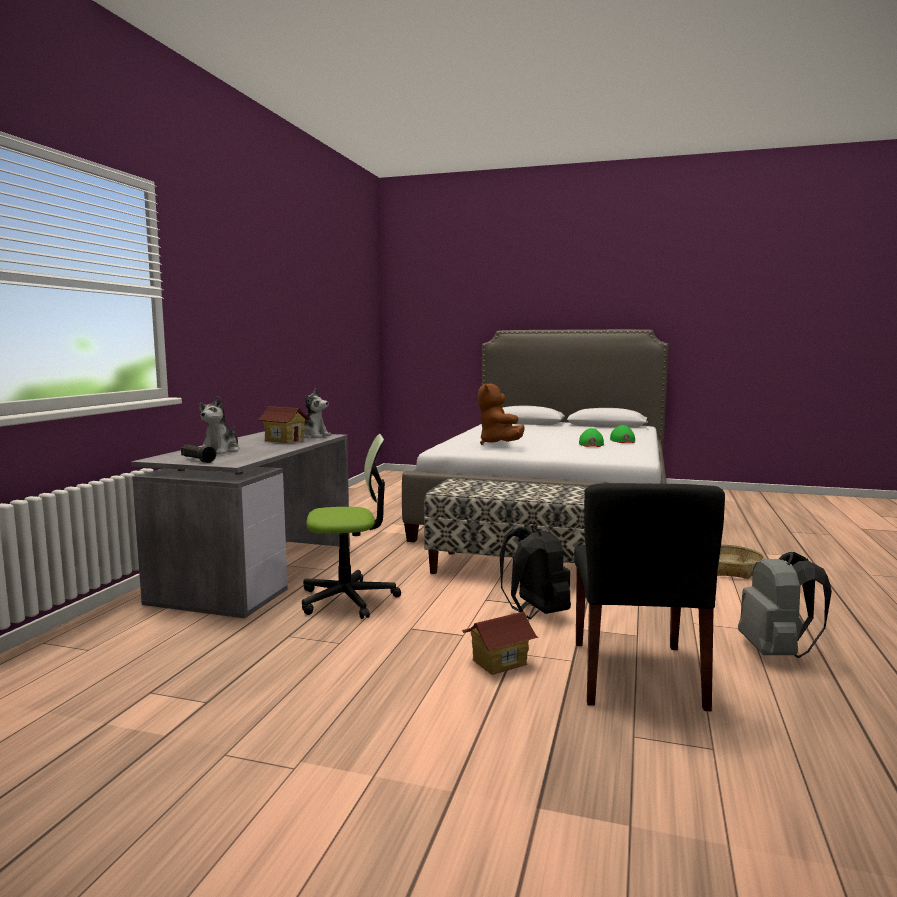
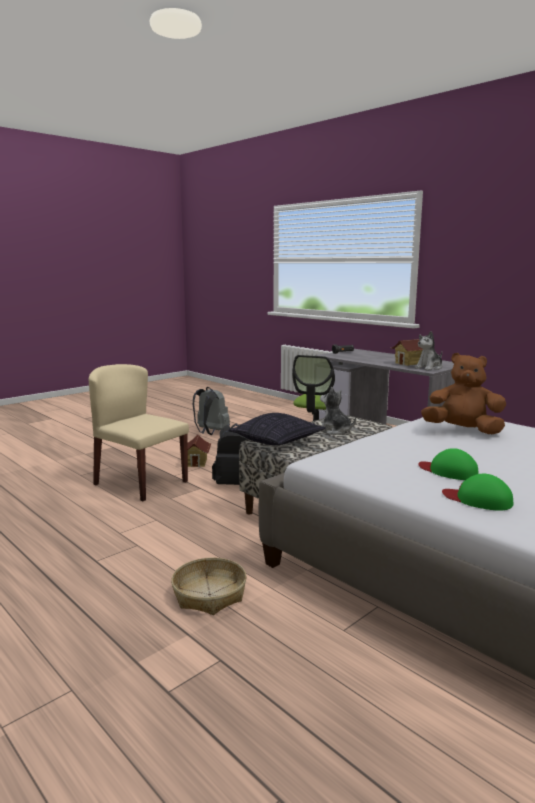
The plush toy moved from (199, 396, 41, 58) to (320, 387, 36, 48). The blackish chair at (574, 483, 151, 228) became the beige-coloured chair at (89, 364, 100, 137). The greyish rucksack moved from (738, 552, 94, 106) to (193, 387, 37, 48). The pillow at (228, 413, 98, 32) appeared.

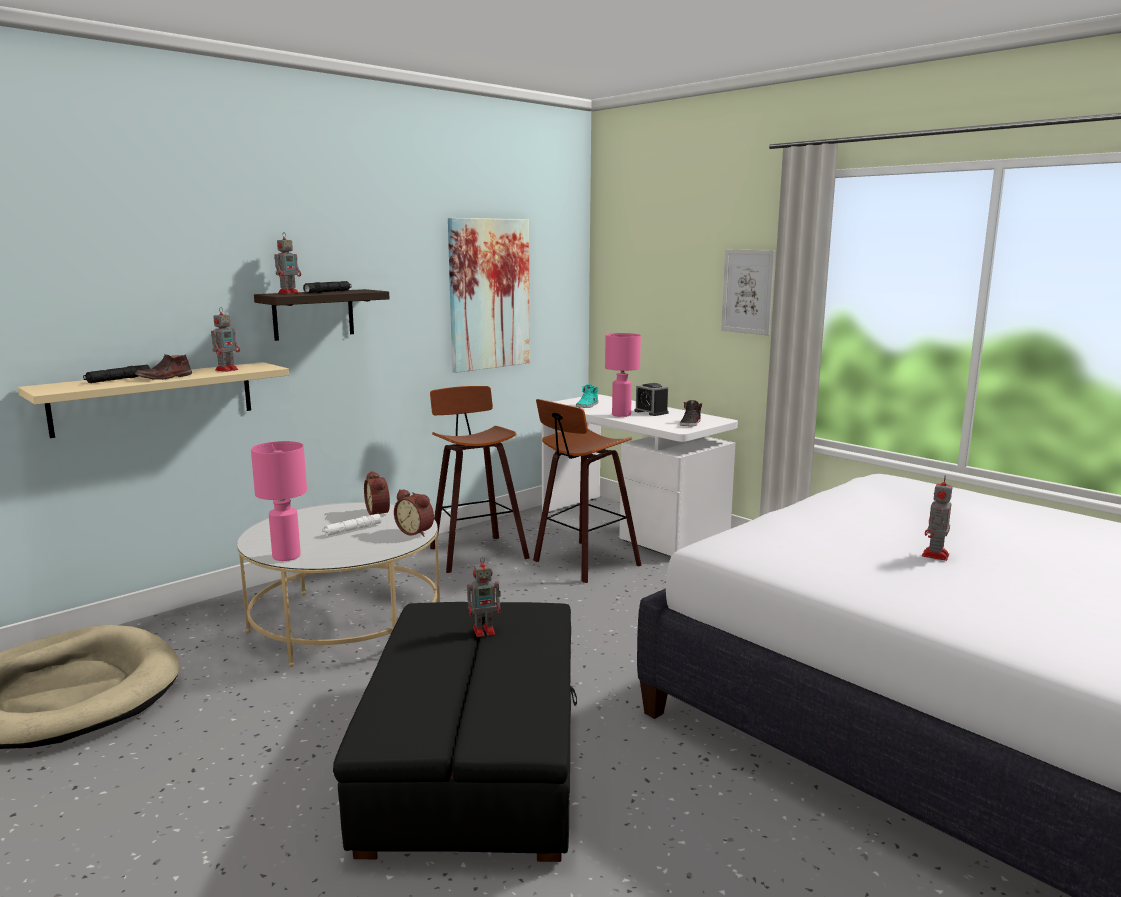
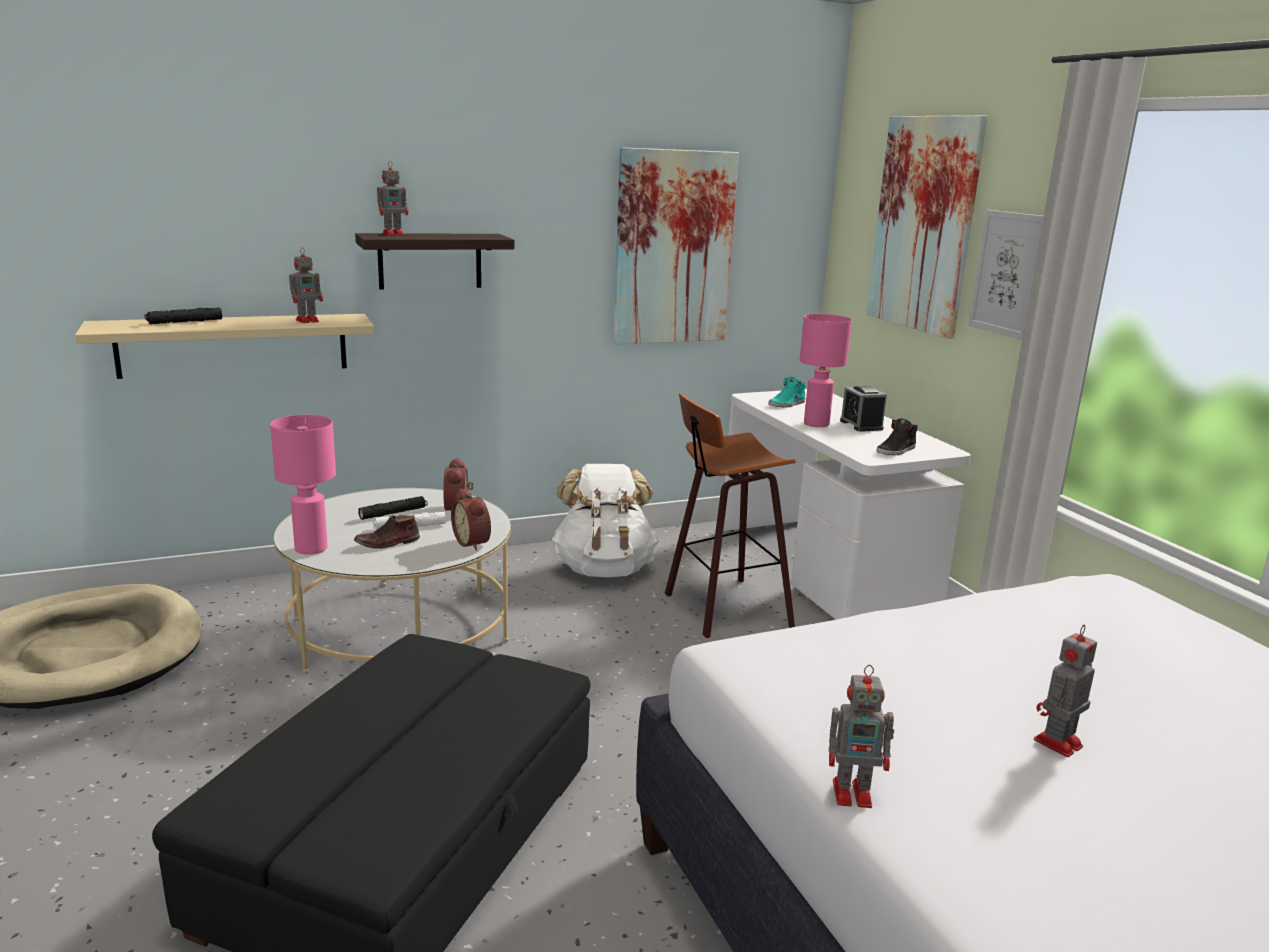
The blackish hand torch moved from (303, 281, 48, 12) to (358, 496, 70, 24). The brownish shoe moved from (135, 354, 57, 26) to (354, 515, 66, 34). The stool seat at (430, 386, 100, 187) was replaced by the white rucksack at (551, 464, 108, 113). The model robot moved from (467, 557, 34, 80) to (829, 665, 65, 143). The picture at (866, 115, 122, 224) appeared.

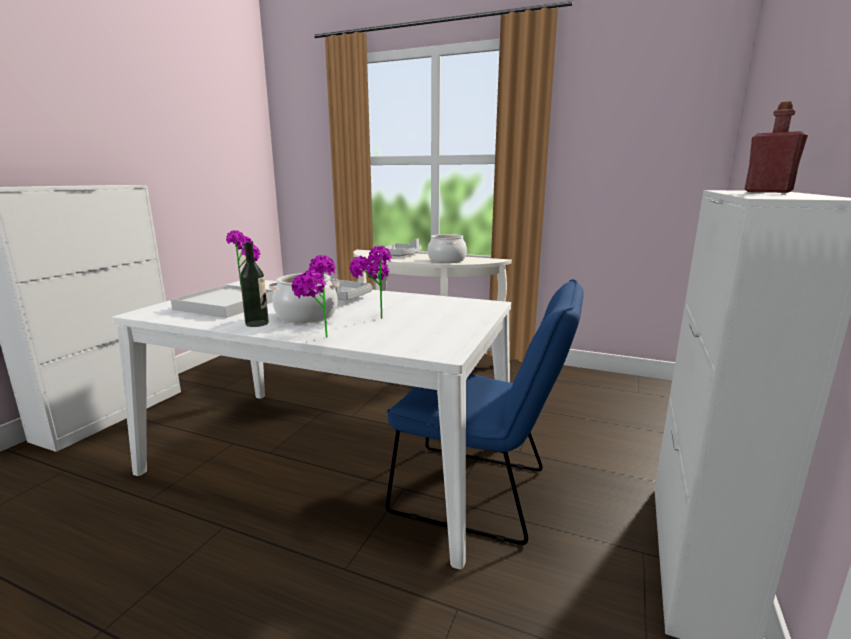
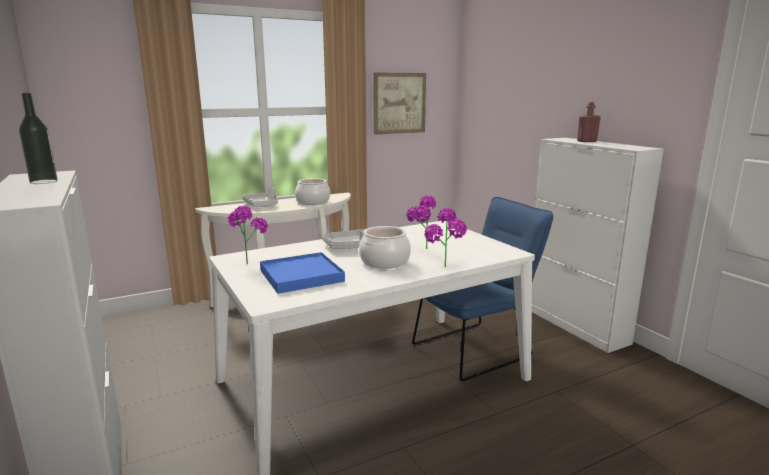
The beverage bottle moved from (240, 242, 29, 85) to (19, 93, 38, 91). The white tray at (171, 285, 103, 33) became the blue-coloured tray at (260, 252, 85, 42). The picture at (373, 72, 53, 62) appeared.

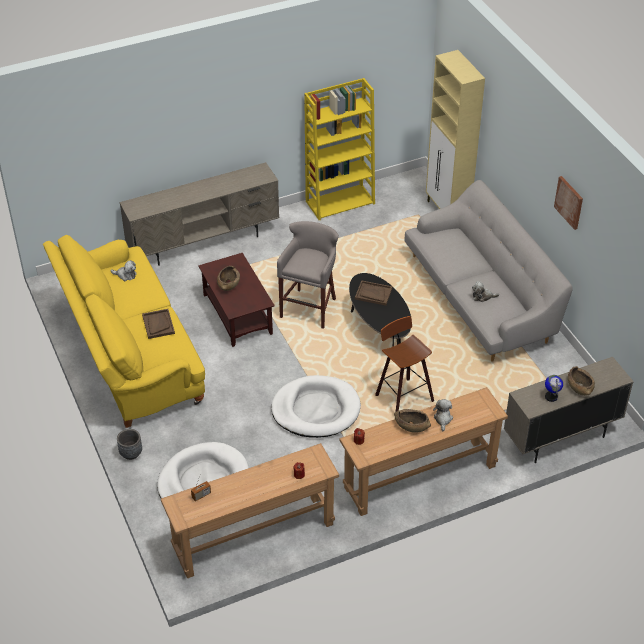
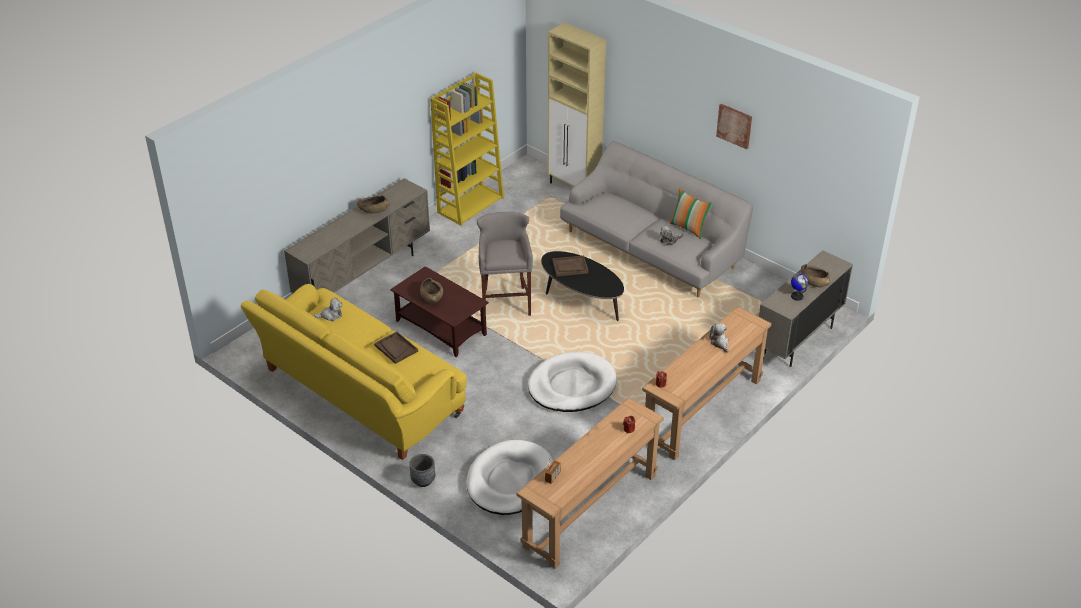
The stool seat at (375, 316, 59, 96) disappeared. The brownish serving bowl moved from (394, 409, 37, 24) to (356, 195, 34, 19). The pillow at (669, 188, 43, 51) appeared.

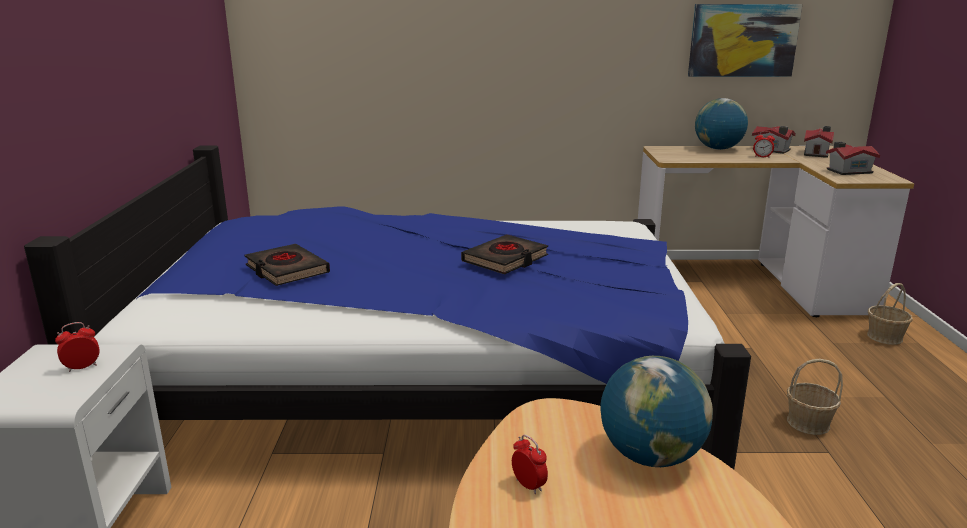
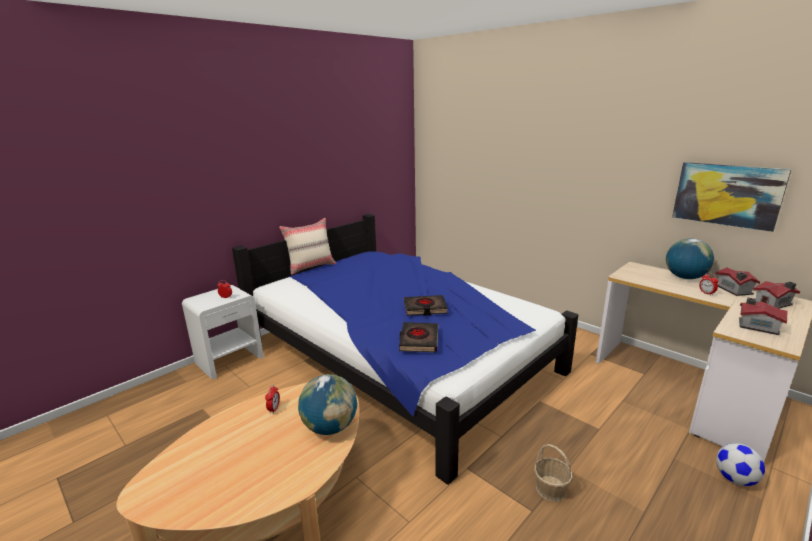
The blackish bound book moved from (245, 244, 85, 42) to (399, 322, 39, 30). The basket at (867, 283, 46, 62) was replaced by the football ball at (716, 443, 49, 43). The beige-coloured pillow at (279, 218, 57, 57) appeared.

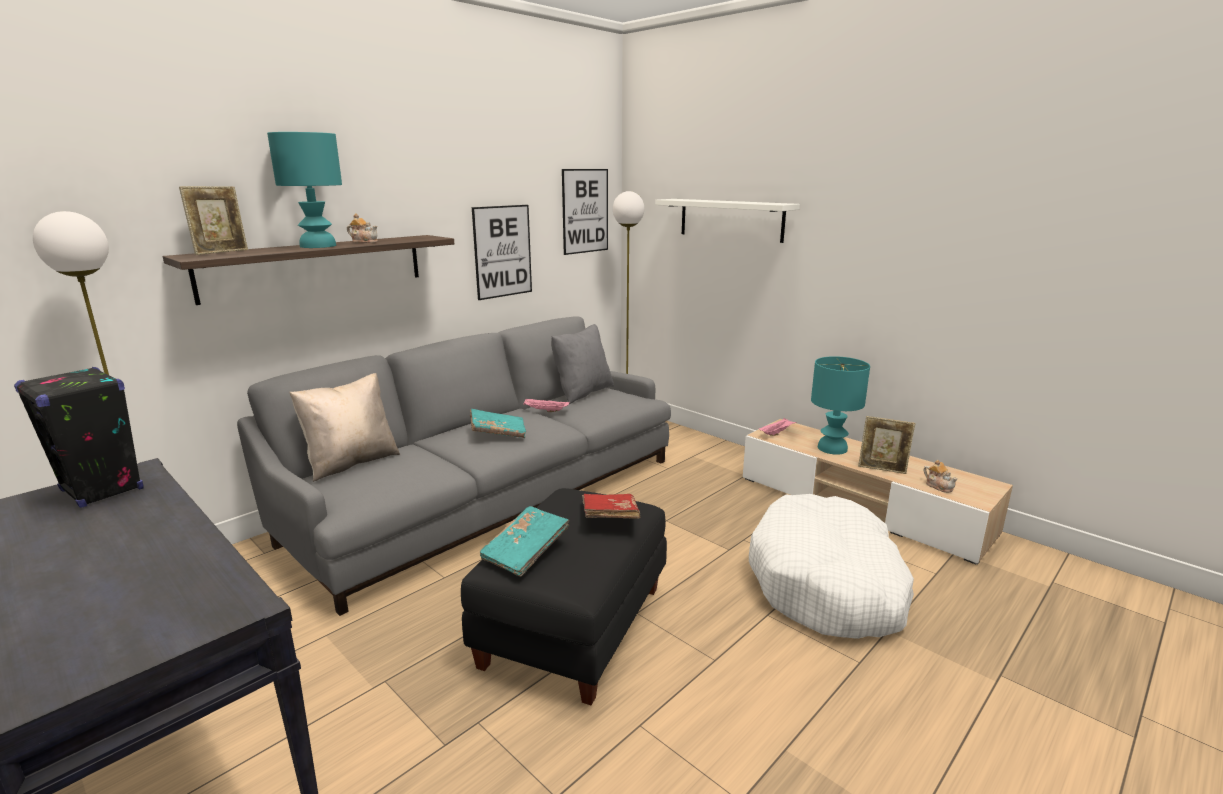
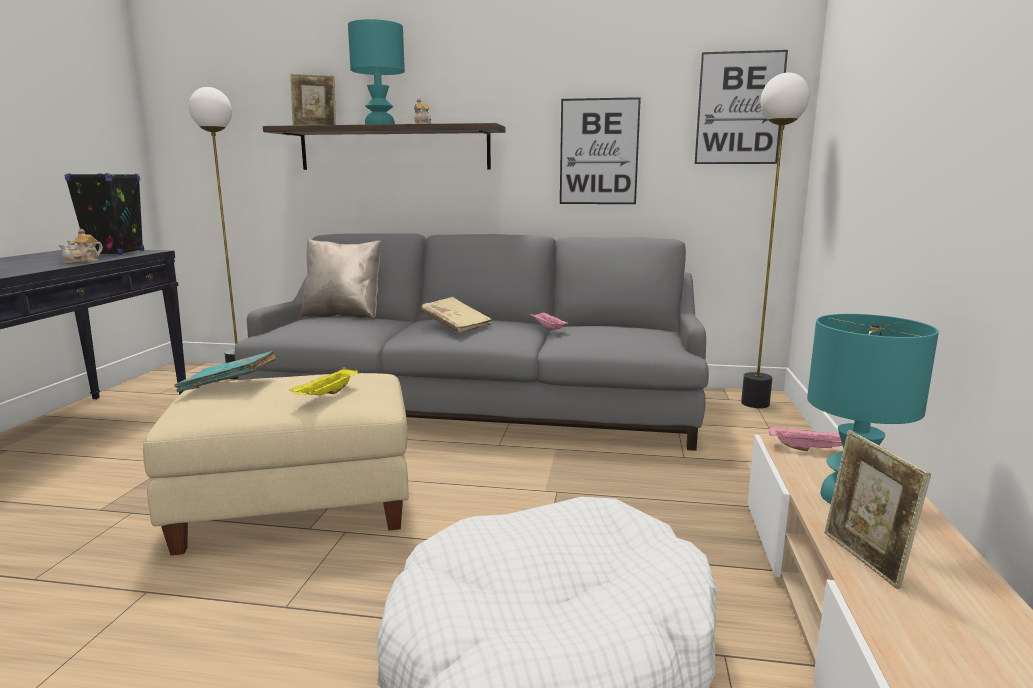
The white shelf at (655, 199, 145, 44) disappeared. The greyish pillow at (551, 324, 63, 80) disappeared. The turquoise bound book at (470, 409, 56, 29) became the beige-coloured bound book at (420, 297, 72, 37). The tea pot moved from (923, 460, 35, 33) to (58, 229, 45, 35). The blackish footrest at (461, 488, 206, 217) became the beige-coloured footrest at (143, 373, 266, 182). The red bound book at (582, 494, 58, 25) was replaced by the yellowish tray at (289, 367, 69, 28).

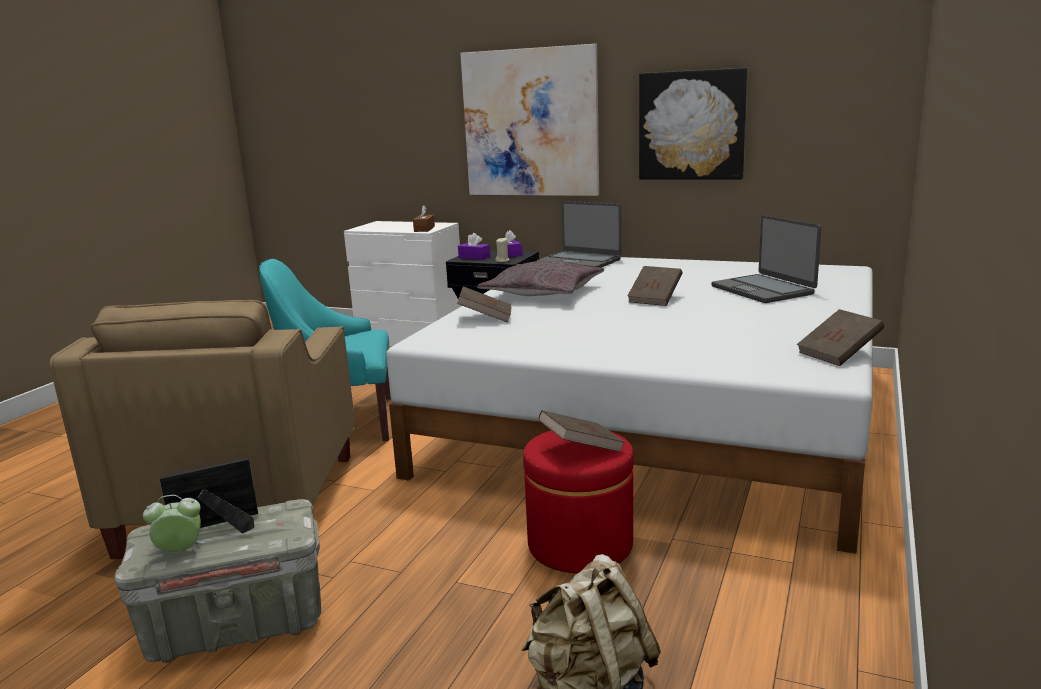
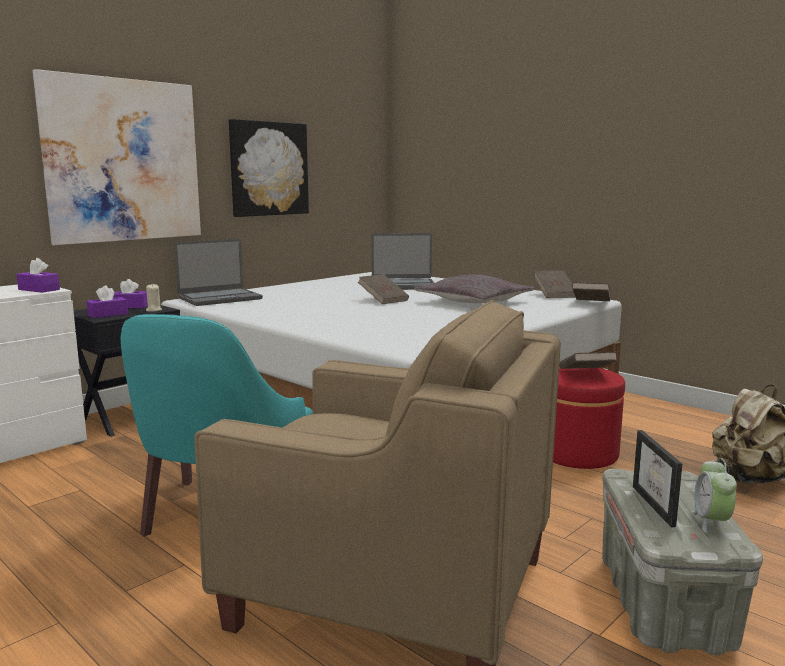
The brownish box of tissues at (413, 205, 22, 27) became the purple-coloured box of tissues at (16, 258, 44, 35). The greyish pillow moved from (477, 261, 127, 35) to (414, 274, 121, 29). The brownish bound book moved from (457, 286, 55, 37) to (572, 282, 39, 19).

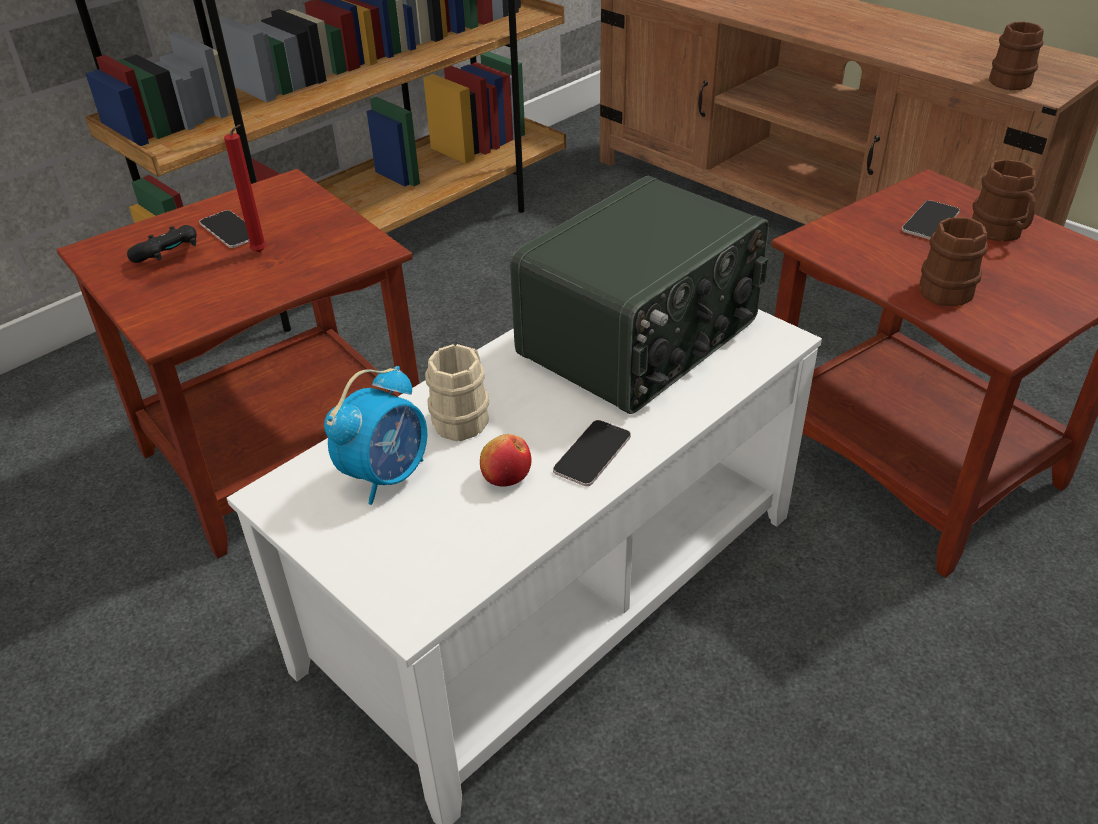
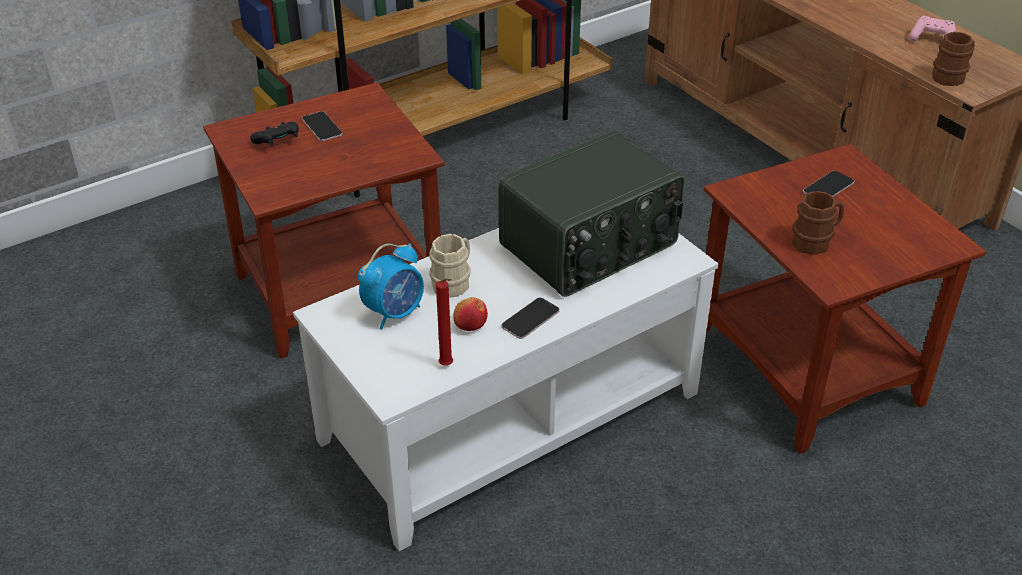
The red candle moved from (224, 124, 43, 128) to (436, 278, 17, 88). The brownish tea mug at (972, 159, 64, 83) disappeared. The pinkish joypad at (909, 16, 47, 26) appeared.

